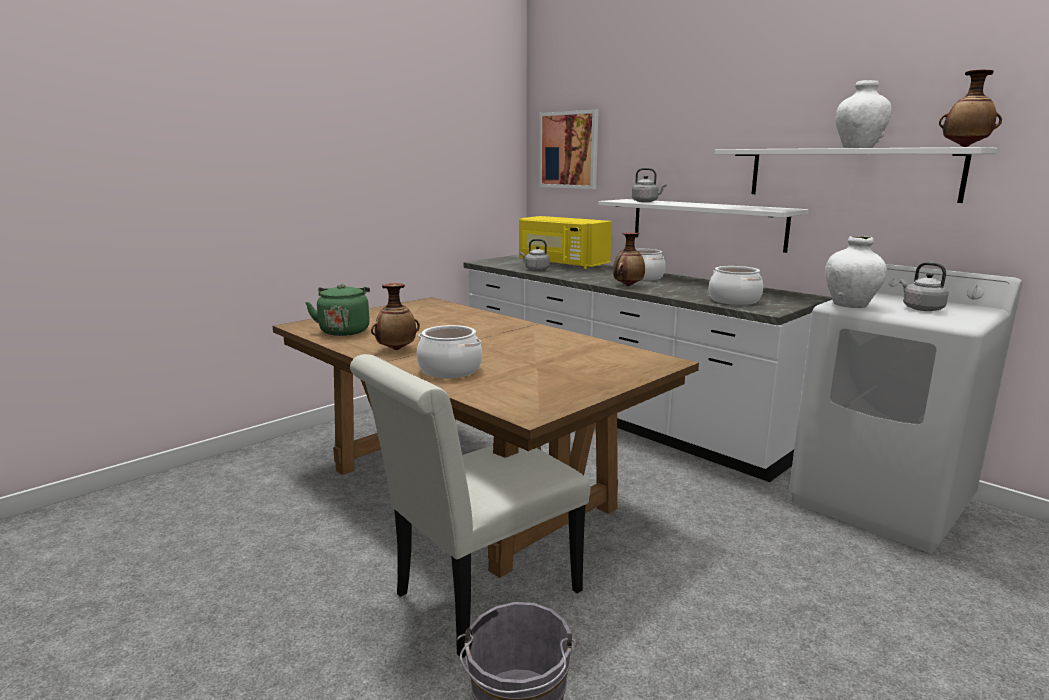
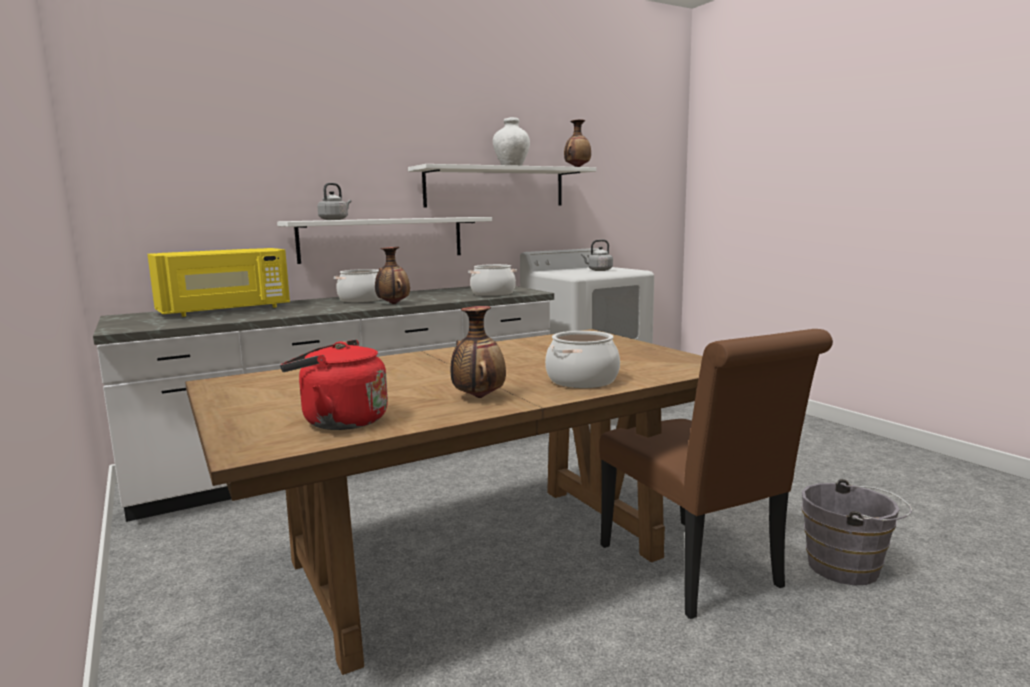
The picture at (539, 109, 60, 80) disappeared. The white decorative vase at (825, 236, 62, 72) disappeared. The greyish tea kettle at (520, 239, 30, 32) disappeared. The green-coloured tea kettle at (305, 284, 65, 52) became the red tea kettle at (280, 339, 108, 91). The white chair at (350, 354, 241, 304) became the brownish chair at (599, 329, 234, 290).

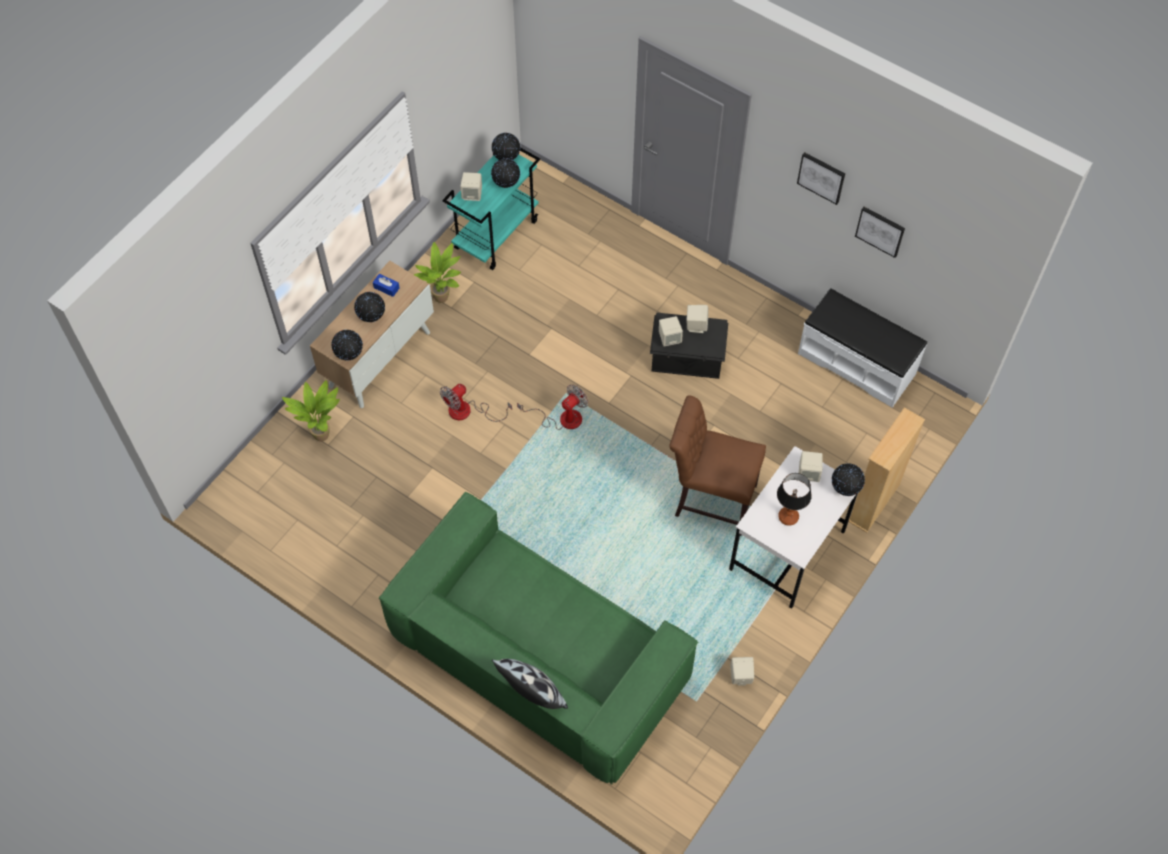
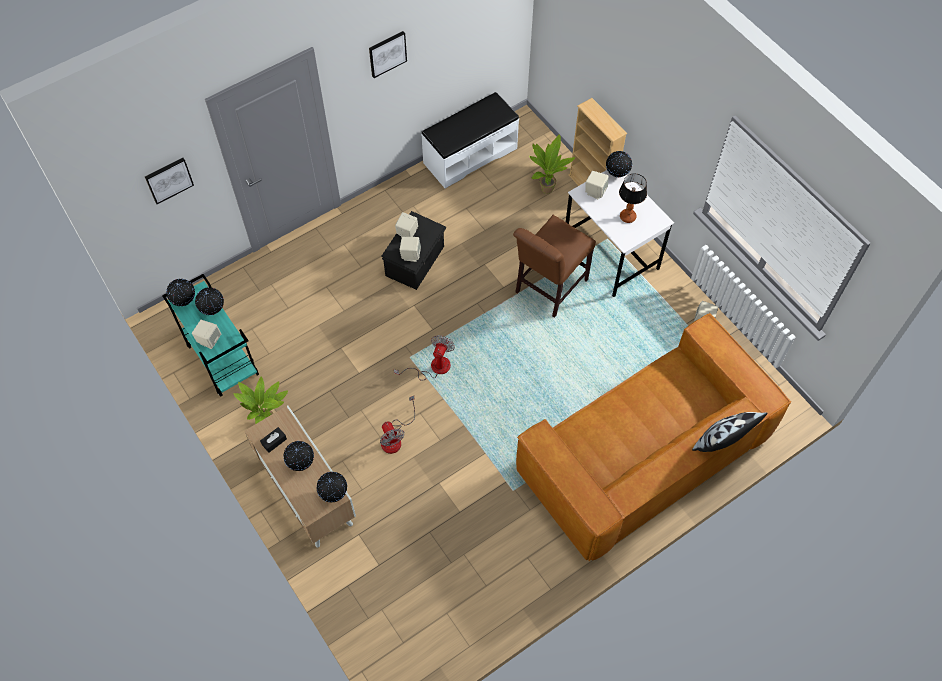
The picture moved from (855, 207, 50, 51) to (145, 158, 49, 46). The blue-coloured box of tissues at (373, 274, 26, 23) became the blackish box of tissues at (260, 427, 27, 26). The plant in a pot moved from (282, 380, 58, 62) to (529, 134, 46, 60). The cooling fan at (517, 385, 71, 45) turned 45 degrees clockwise. The green-coloured sofa at (379, 492, 319, 292) became the brownish sofa at (516, 313, 275, 249).

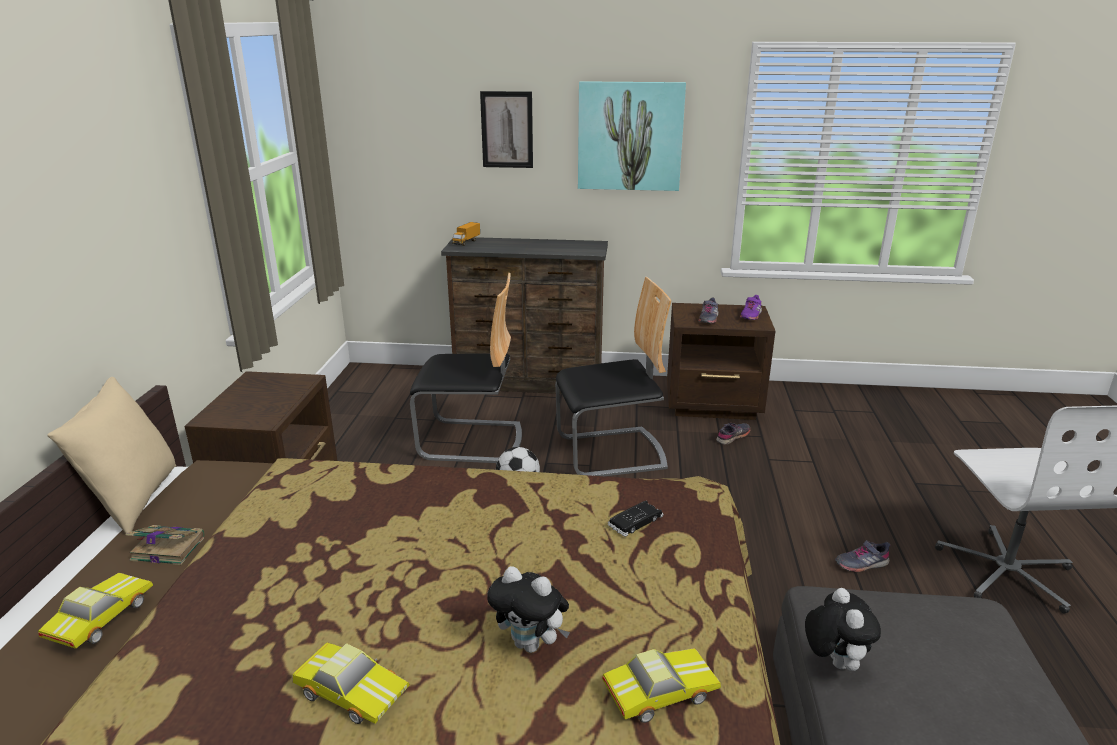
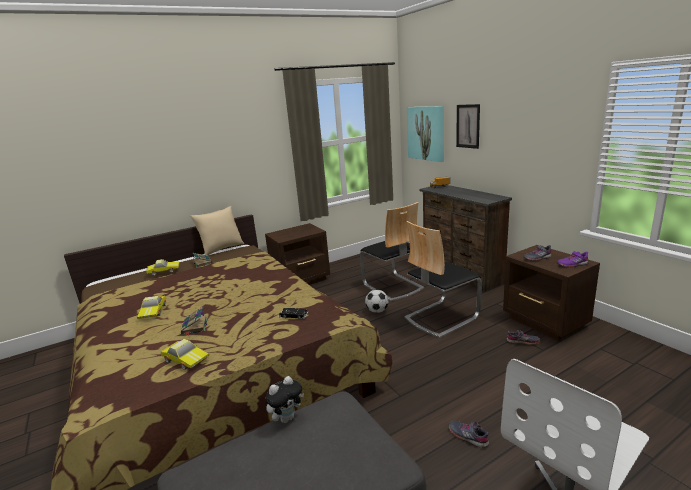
The picture moved from (578, 81, 108, 110) to (407, 106, 37, 56). The chair at (555, 277, 117, 199) turned 105 degrees clockwise. The plush toy at (487, 566, 83, 87) was replaced by the bound book at (181, 306, 27, 30).

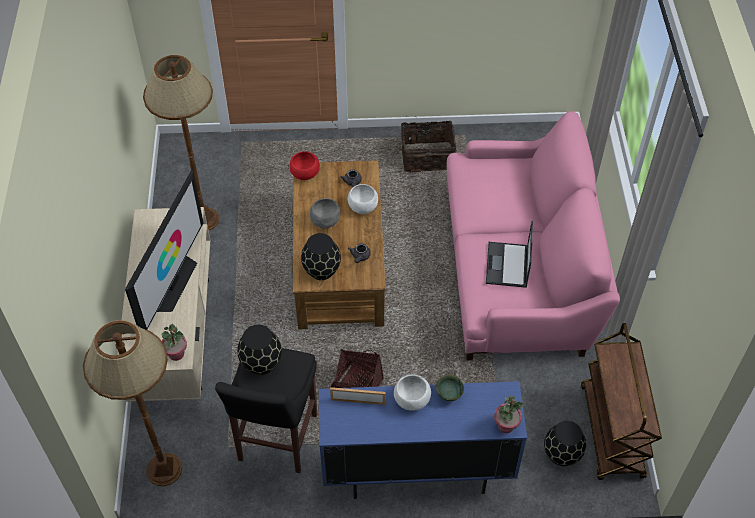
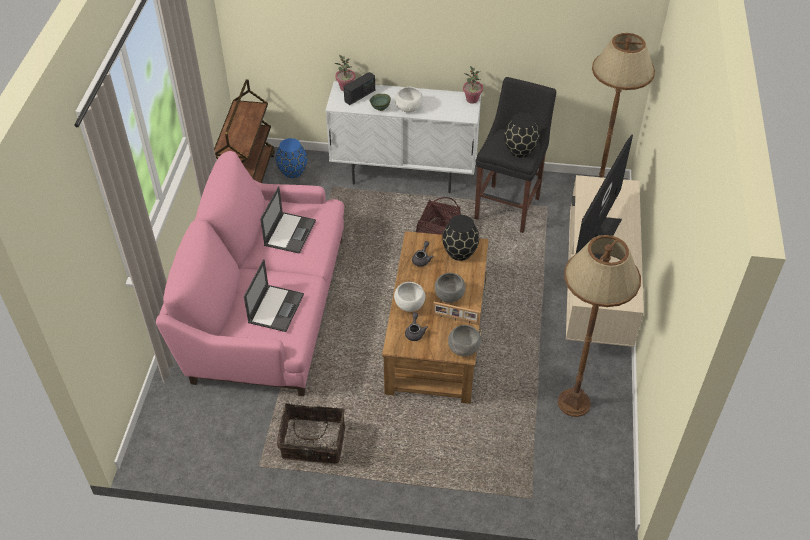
The red serving bowl at (289, 151, 31, 29) became the greyish serving bowl at (448, 325, 33, 31). The plant in a pot moved from (161, 324, 26, 37) to (463, 66, 20, 38). The blue-coloured cabinet at (319, 381, 208, 118) became the white cabinet at (325, 81, 156, 112). The photo frame moved from (330, 387, 56, 18) to (433, 302, 47, 23). The blackish decorative vase at (544, 421, 42, 45) became the blue-coloured decorative vase at (276, 138, 31, 40). The radio at (344, 72, 31, 33) appeared. The portable computer at (244, 259, 60, 73) appeared.

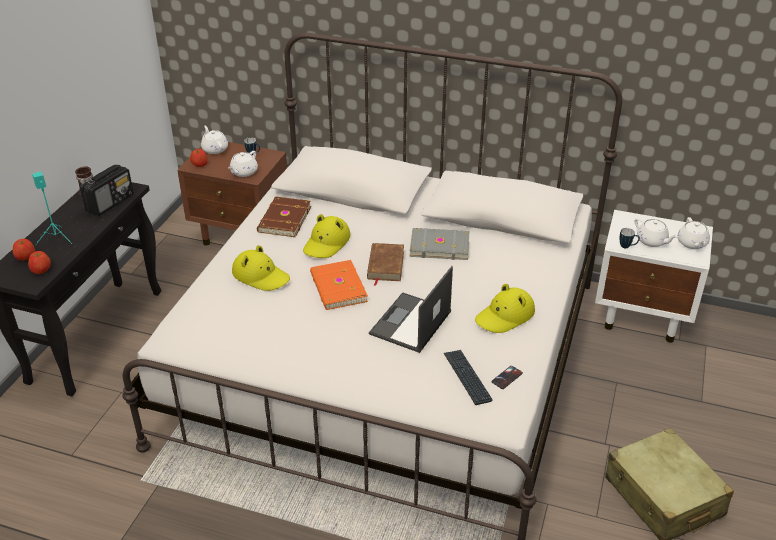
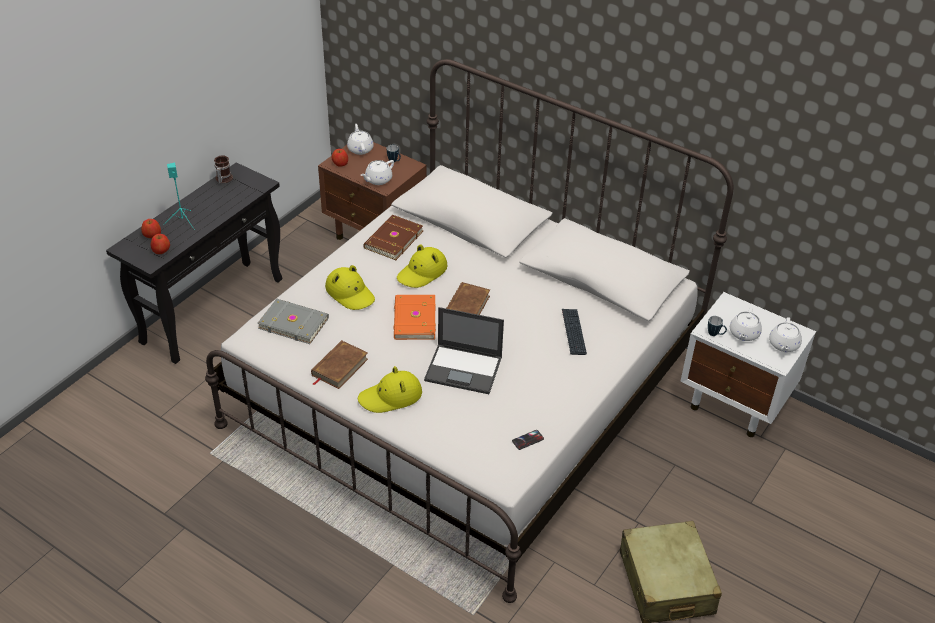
The radio at (80, 165, 54, 51) disappeared. The white tea pot at (635, 218, 43, 29) turned 45 degrees clockwise. The greyish bound book moved from (410, 228, 59, 32) to (258, 299, 71, 45). The portable computer at (369, 266, 84, 87) turned 120 degrees counterclockwise. The yellowish clothing hat moved from (475, 284, 60, 49) to (358, 366, 64, 47). The PC keyboard moved from (444, 350, 49, 55) to (562, 309, 25, 46). The brownish bound book at (311, 340, 57, 49) appeared.

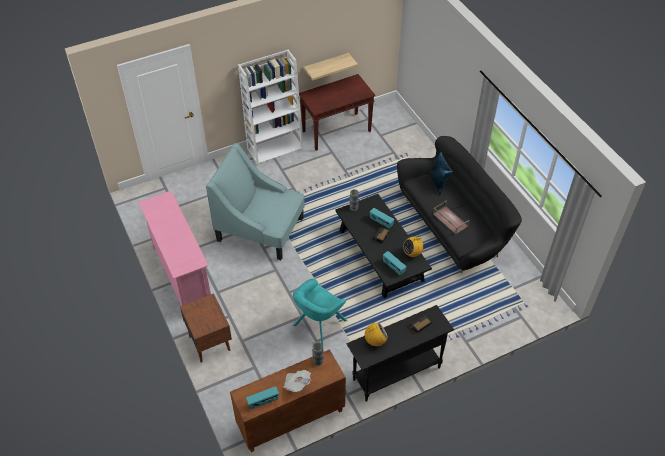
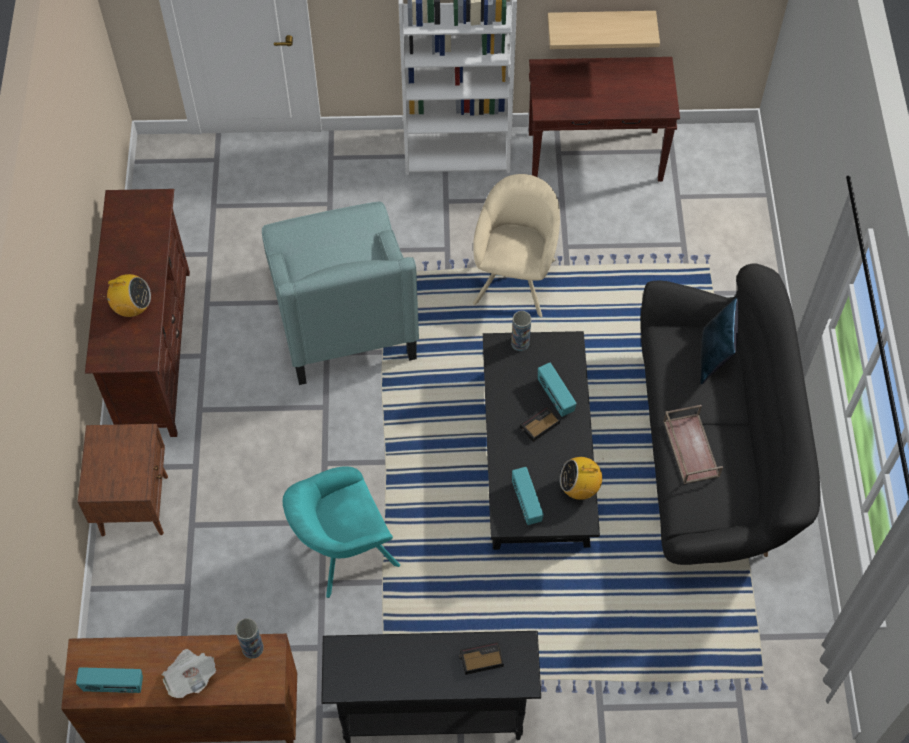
The turquoise armchair at (206, 143, 99, 117) turned 150 degrees counterclockwise. The pinkish media console at (138, 191, 73, 115) became the brownish media console at (85, 189, 105, 248). The radio moved from (365, 323, 23, 23) to (101, 274, 50, 43). The beige-coloured armchair at (473, 174, 87, 143) appeared.

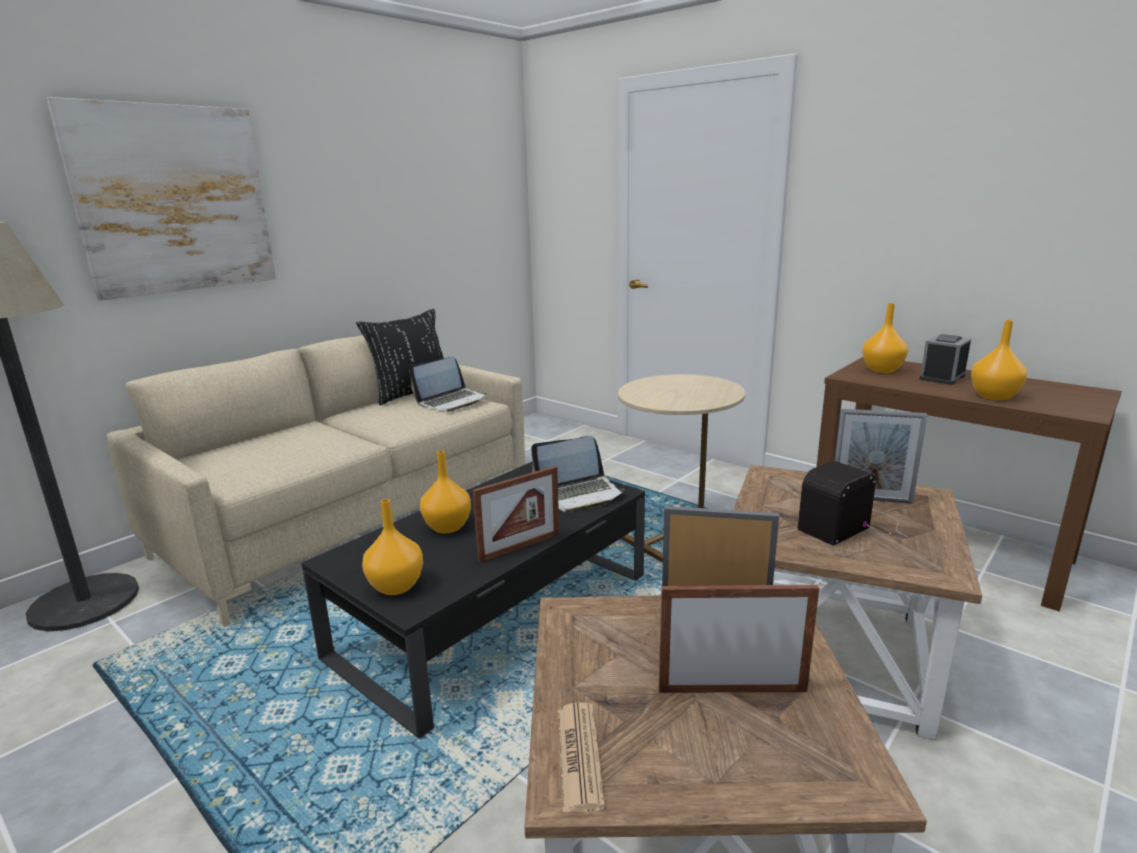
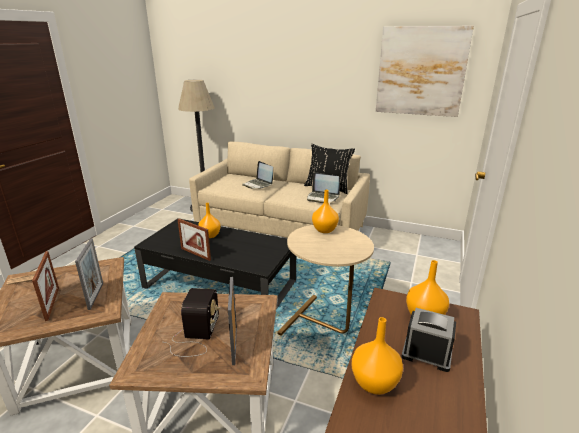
The picture moved from (46, 97, 230, 204) to (376, 26, 98, 91). The portable computer moved from (531, 436, 94, 77) to (242, 161, 31, 28). The radio at (797, 461, 111, 85) turned 60 degrees clockwise. The orange decorative vase moved from (362, 499, 61, 96) to (312, 190, 27, 43).

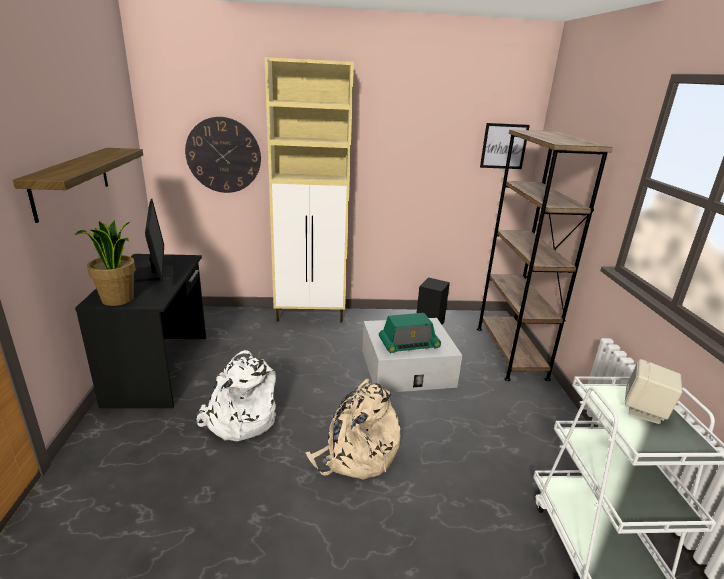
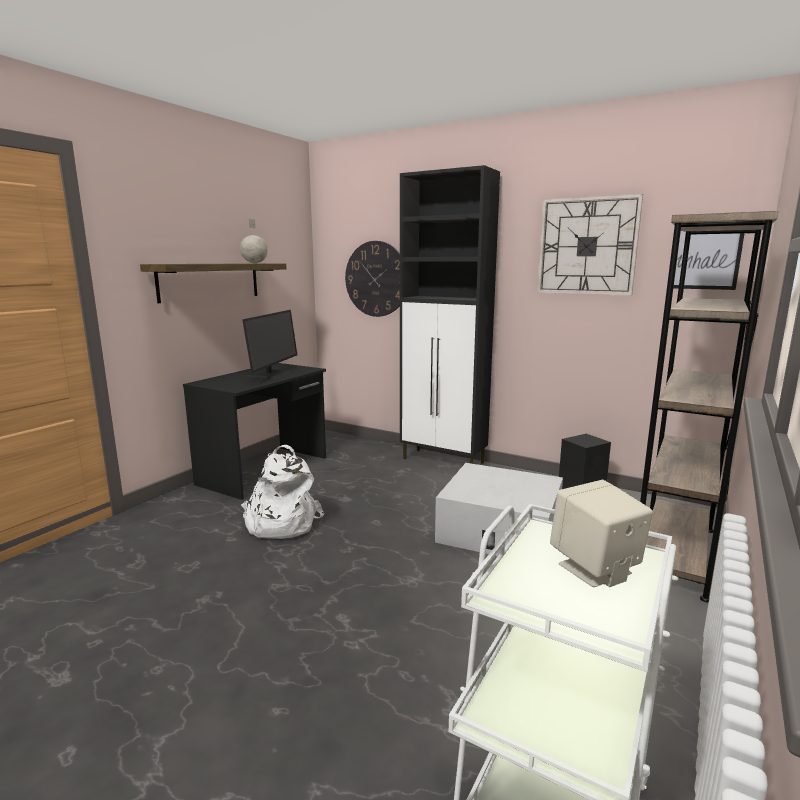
The beige-coloured cabinet at (265, 57, 89, 266) became the blackish cabinet at (400, 165, 100, 299). The plant in a pot at (74, 220, 62, 86) disappeared. The radio at (379, 313, 62, 40) disappeared. The beige-coloured rucksack at (305, 379, 96, 101) disappeared. The clock on the wall at (537, 194, 106, 102) appeared. The globe at (240, 219, 28, 44) appeared.

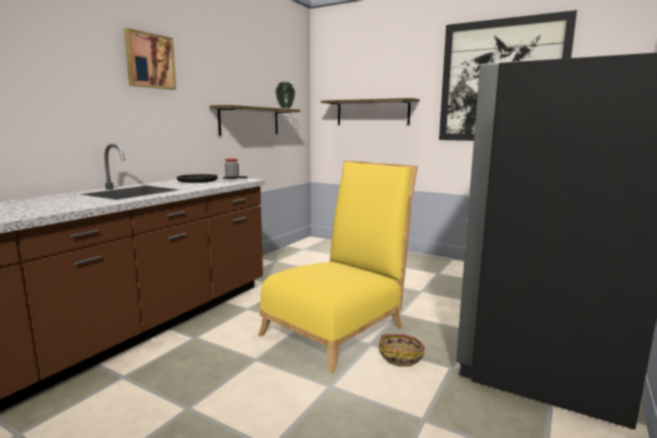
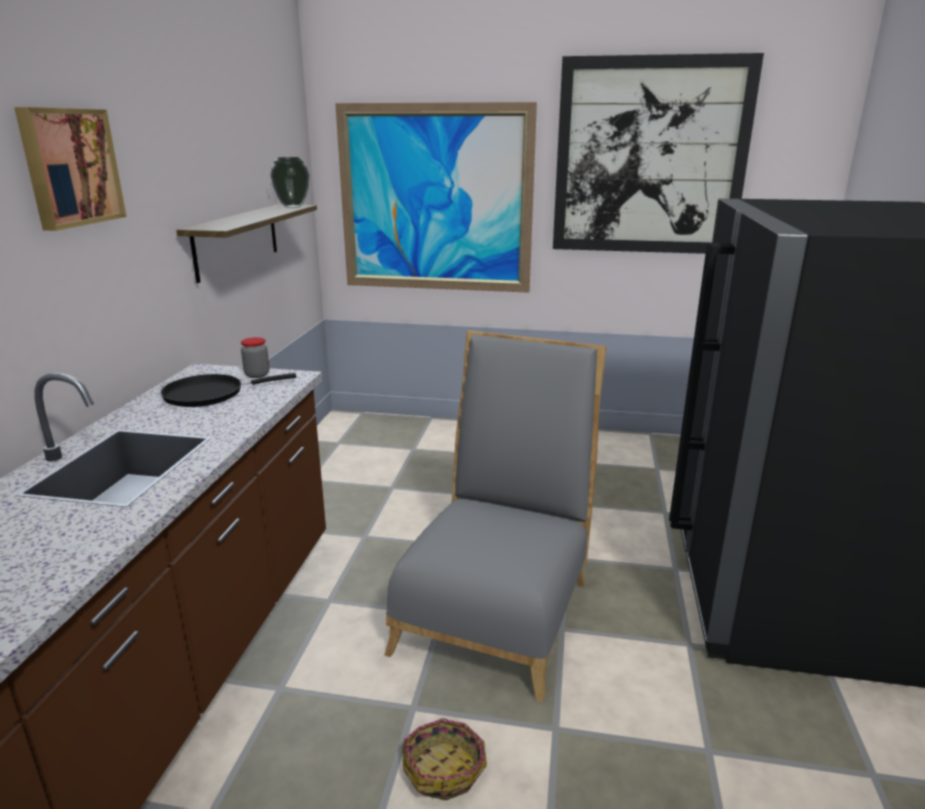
The shelf at (321, 98, 99, 27) was replaced by the picture at (335, 102, 202, 191). The yellowish chair at (258, 160, 160, 213) became the greyish chair at (384, 331, 222, 371). The basket moved from (379, 334, 46, 33) to (402, 718, 85, 82).

